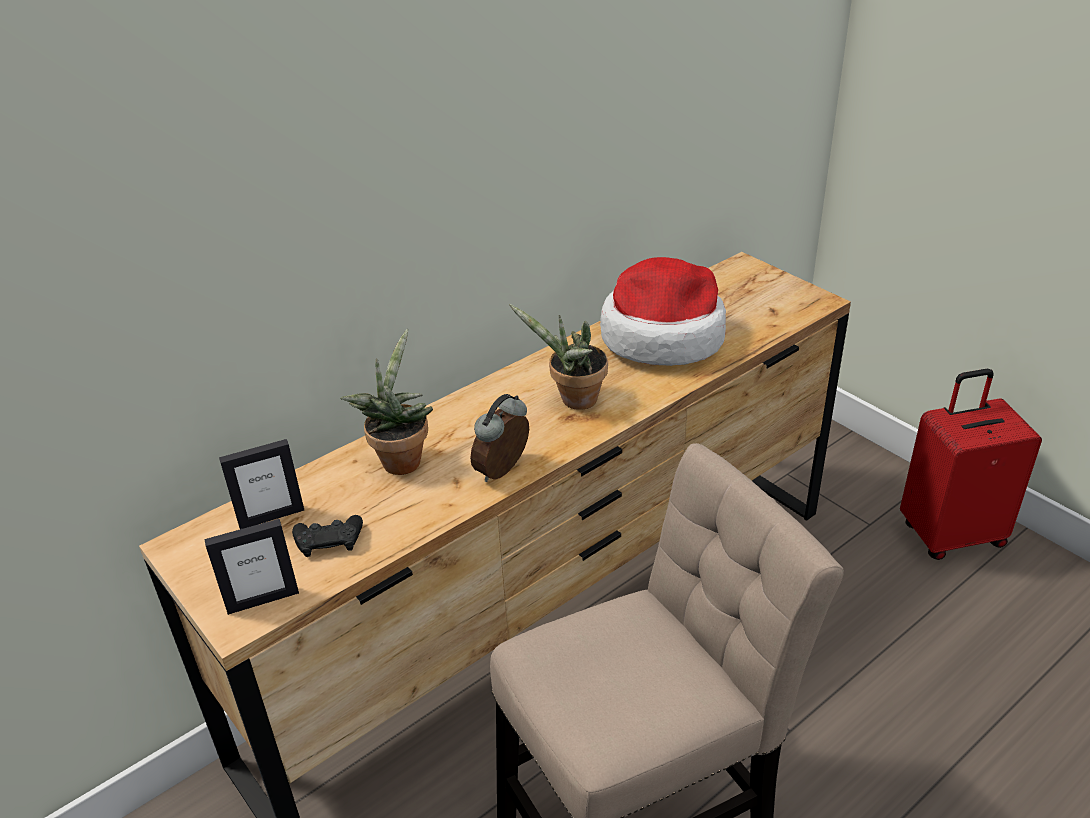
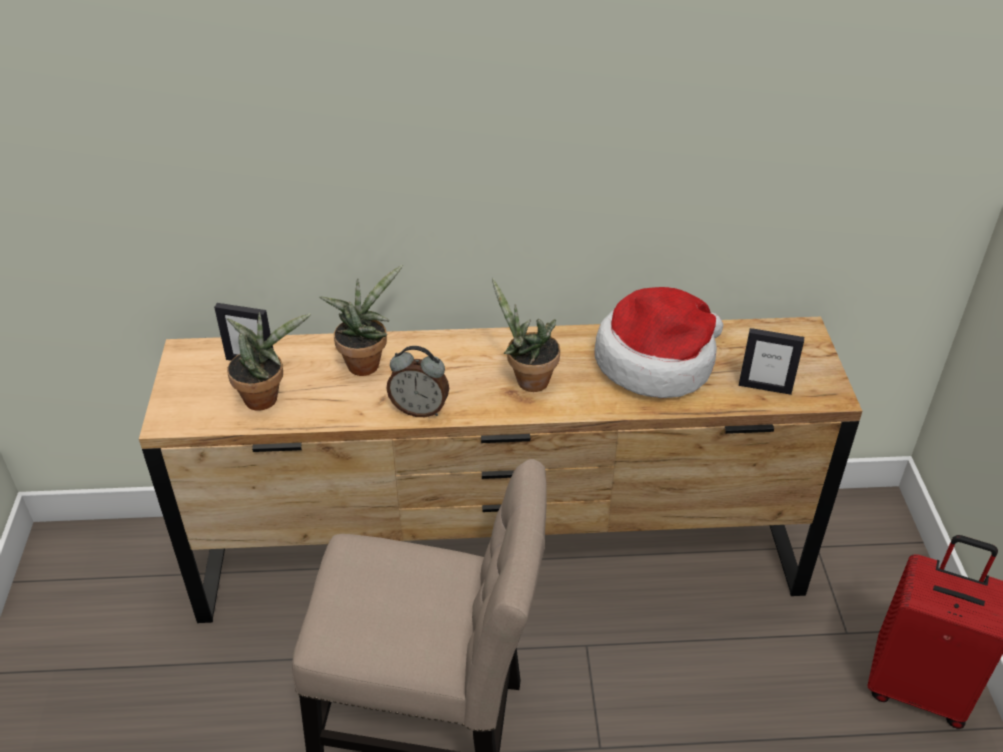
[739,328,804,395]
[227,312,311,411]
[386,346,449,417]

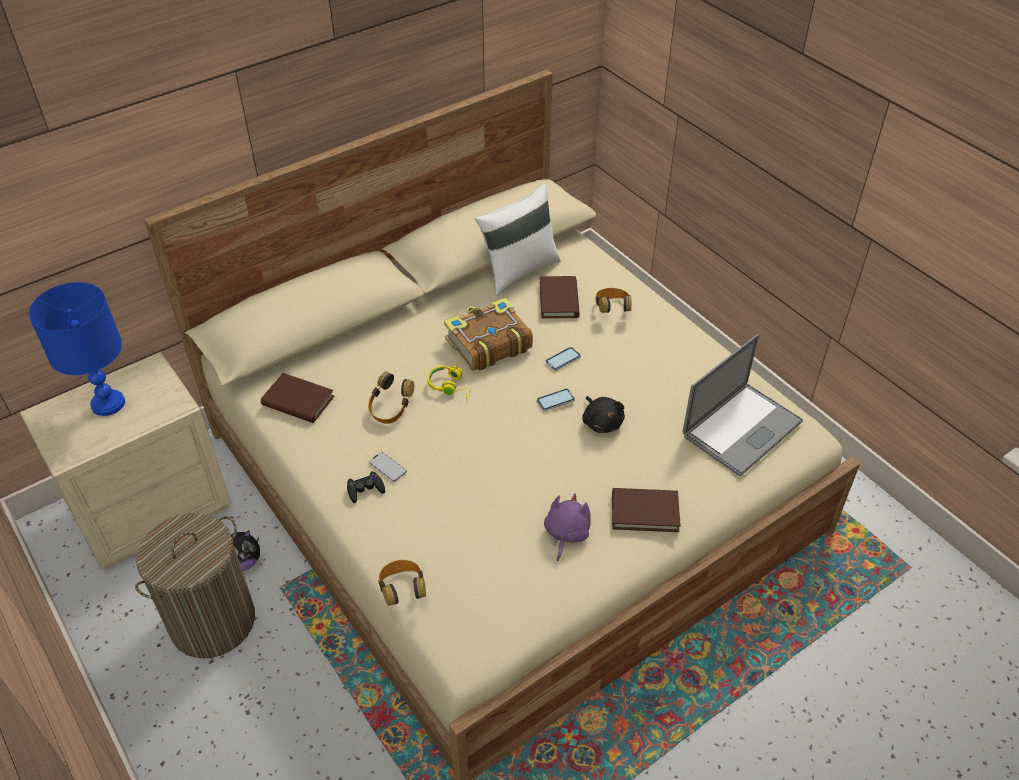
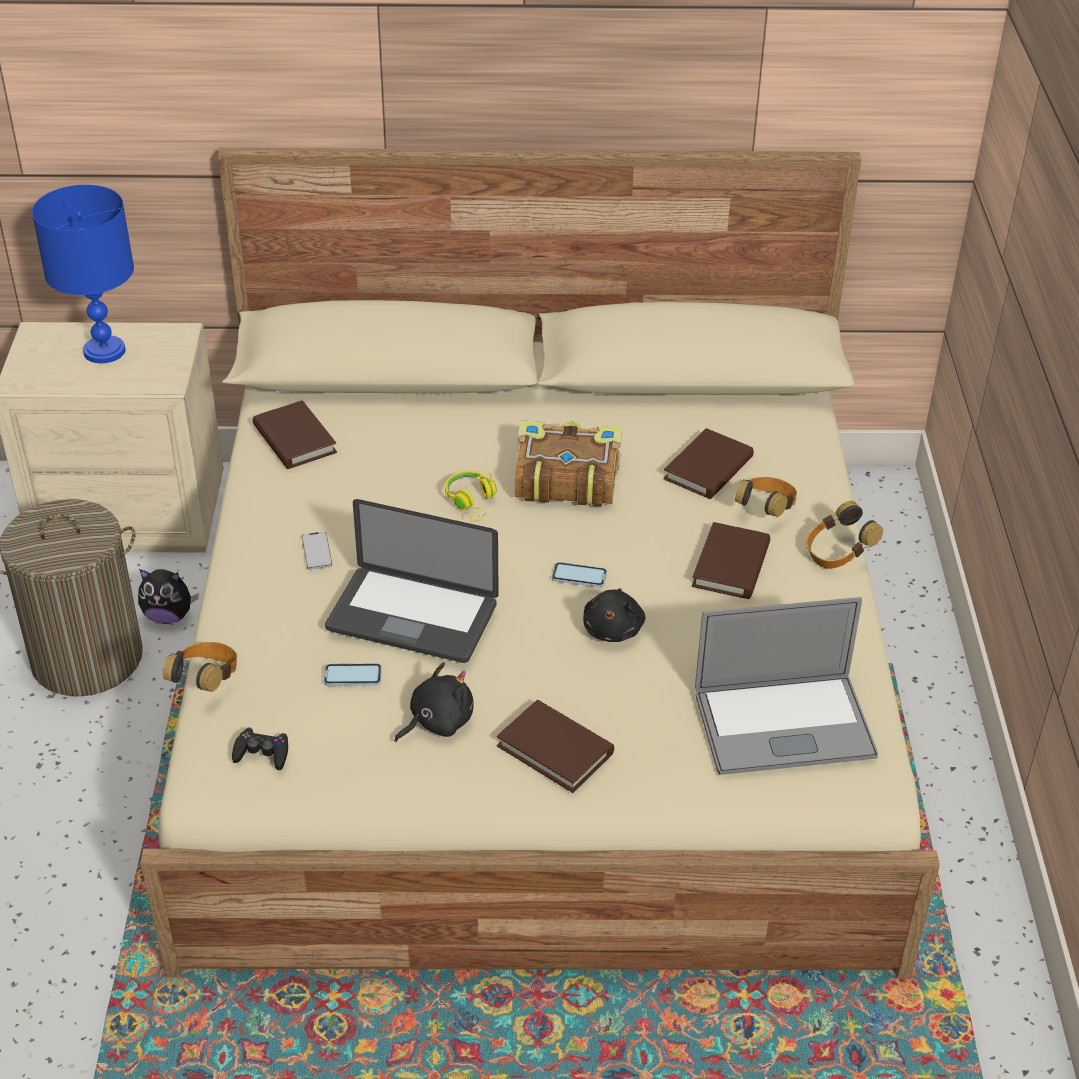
[475,183,561,296] (first image)
[325,499,499,663]
[692,522,770,599]
[232,727,288,770]
[806,501,883,569]
[324,663,382,686]
[394,662,474,742]

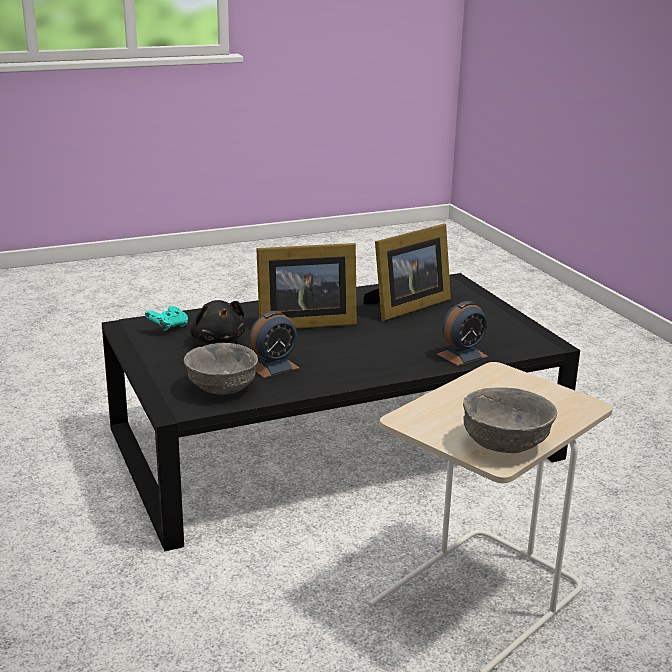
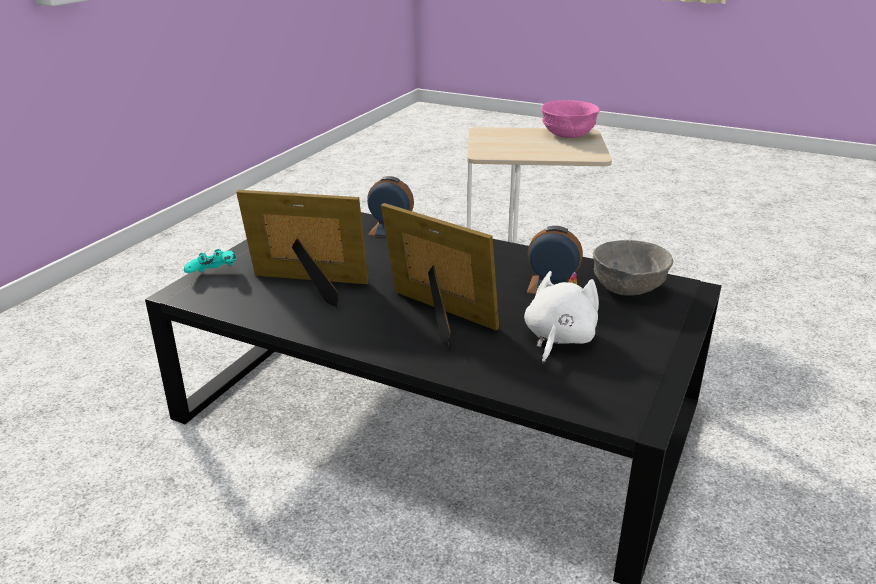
[184,249,236,273]
[524,271,599,364]
[541,100,600,138]

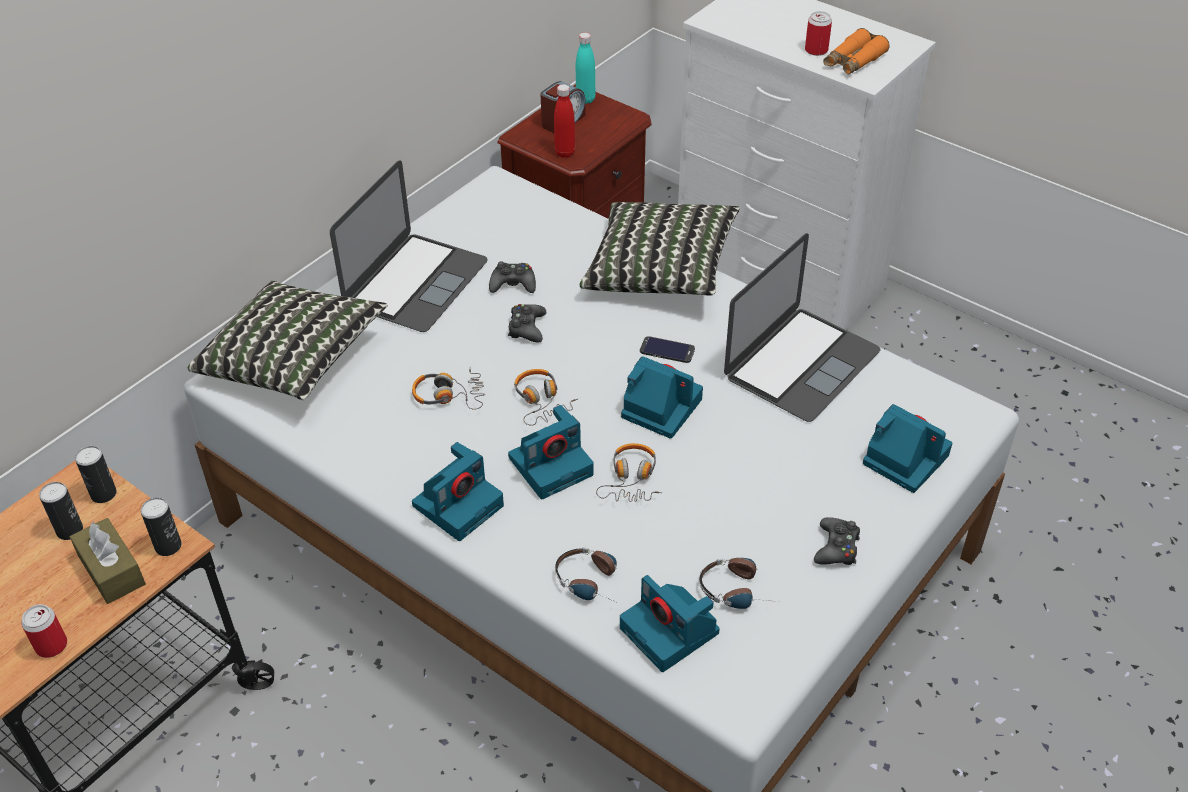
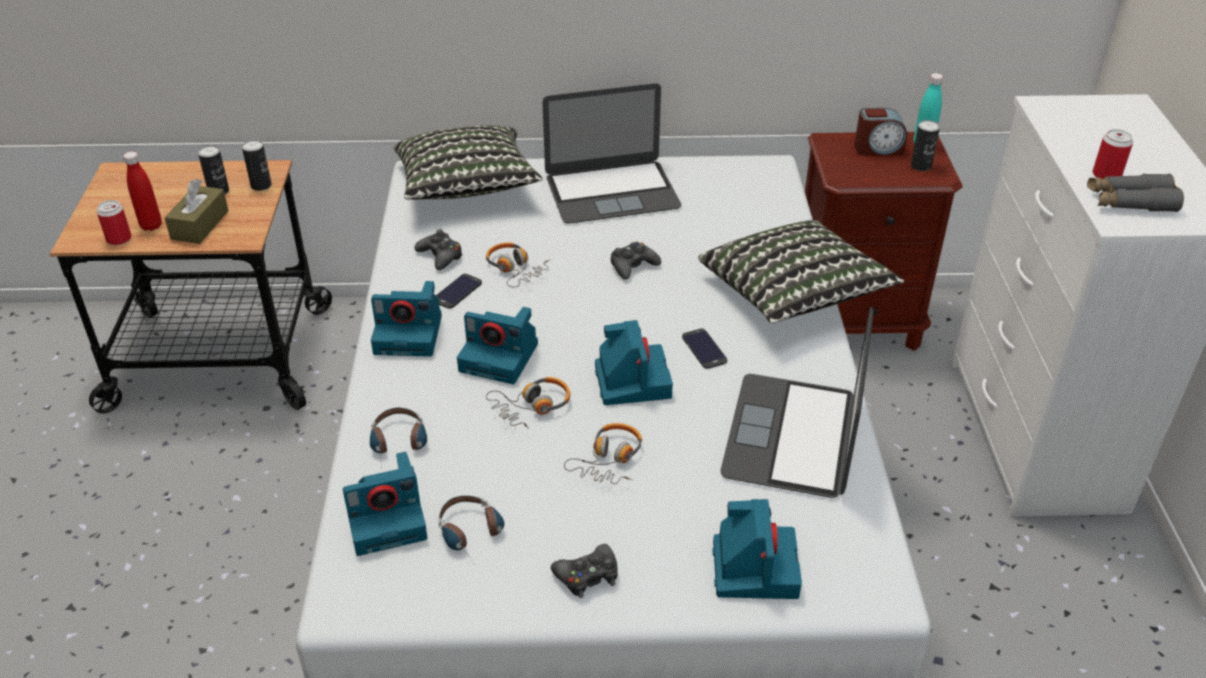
[436,274,482,309]
[911,120,940,171]
[414,229,462,270]
[564,423,642,484]
[123,152,162,231]
[1087,174,1184,212]
[343,452,427,556]
[720,308,873,498]

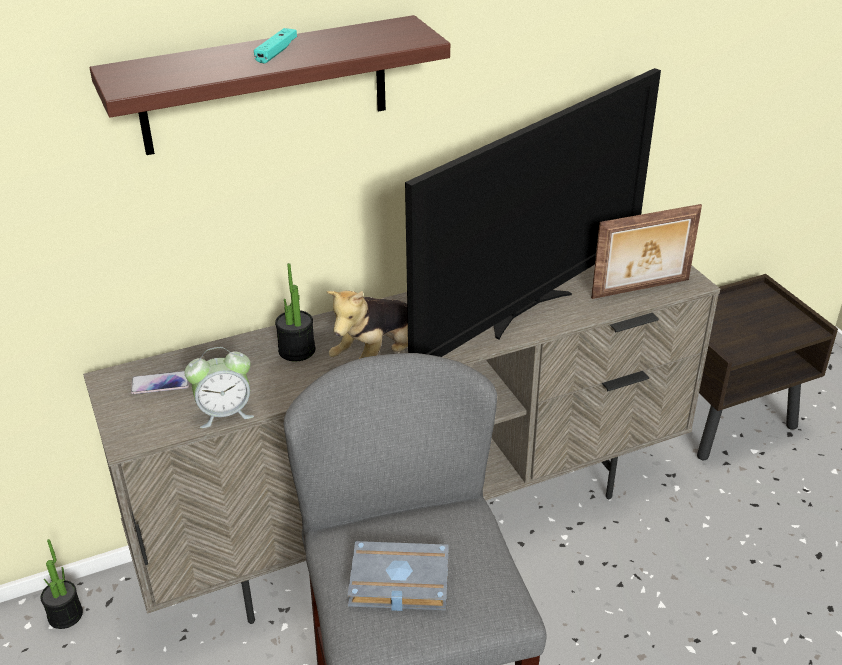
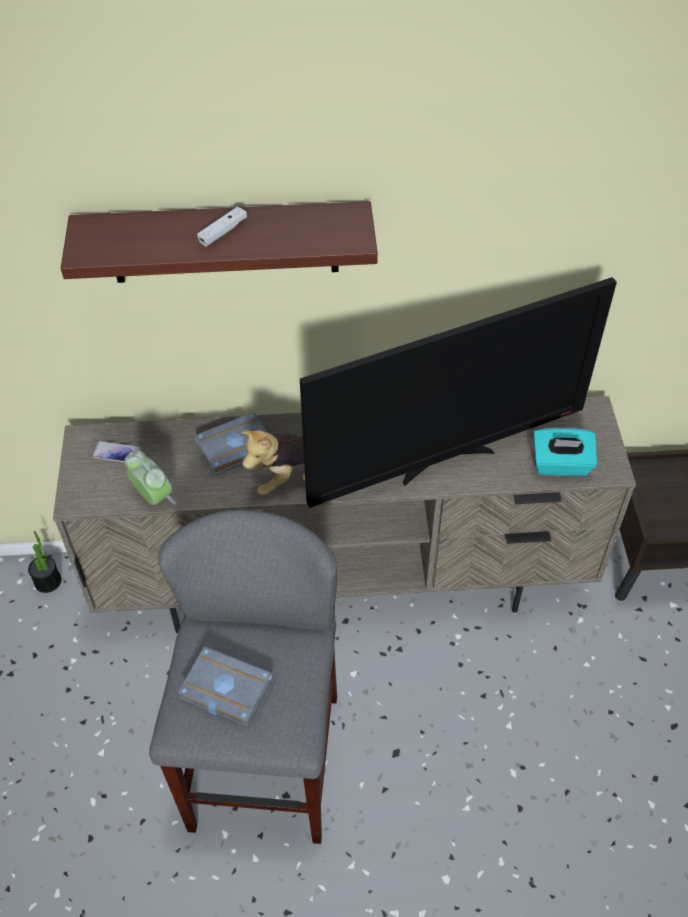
[194,412,267,475]
[533,428,597,476]
[197,206,247,247]
[125,450,177,505]

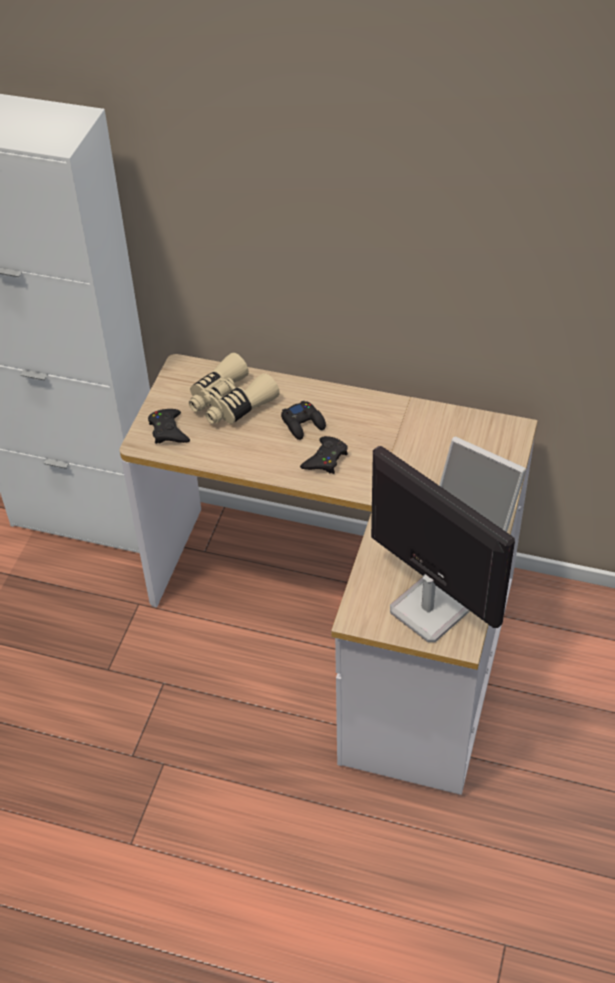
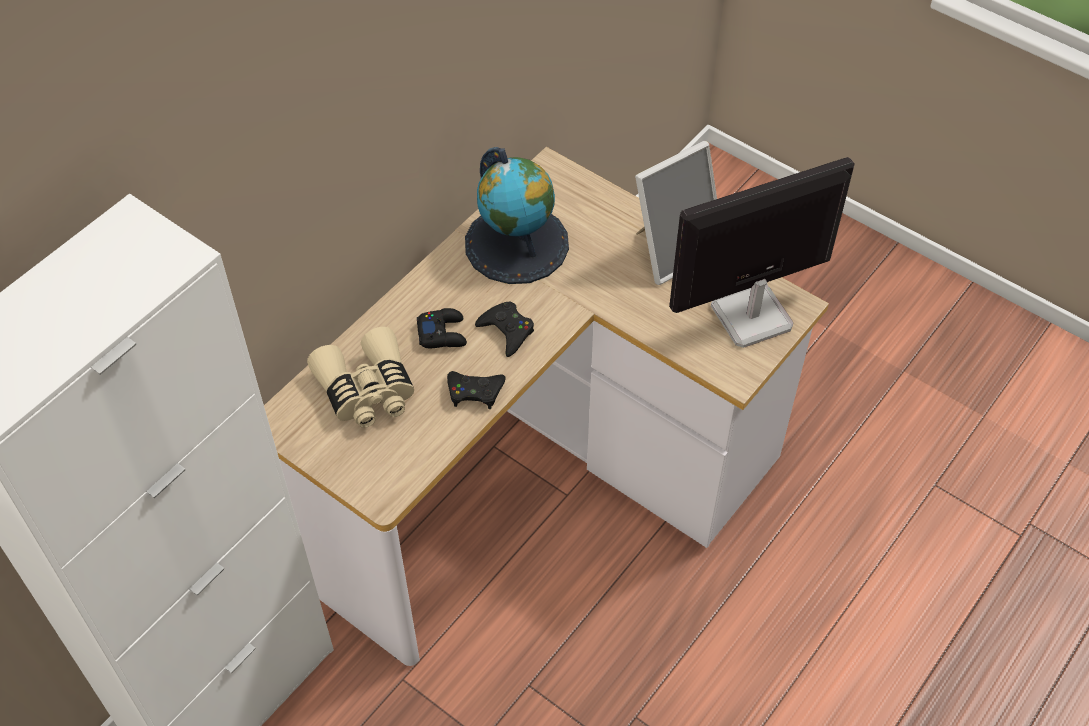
[465,147,569,284]
[447,371,505,409]

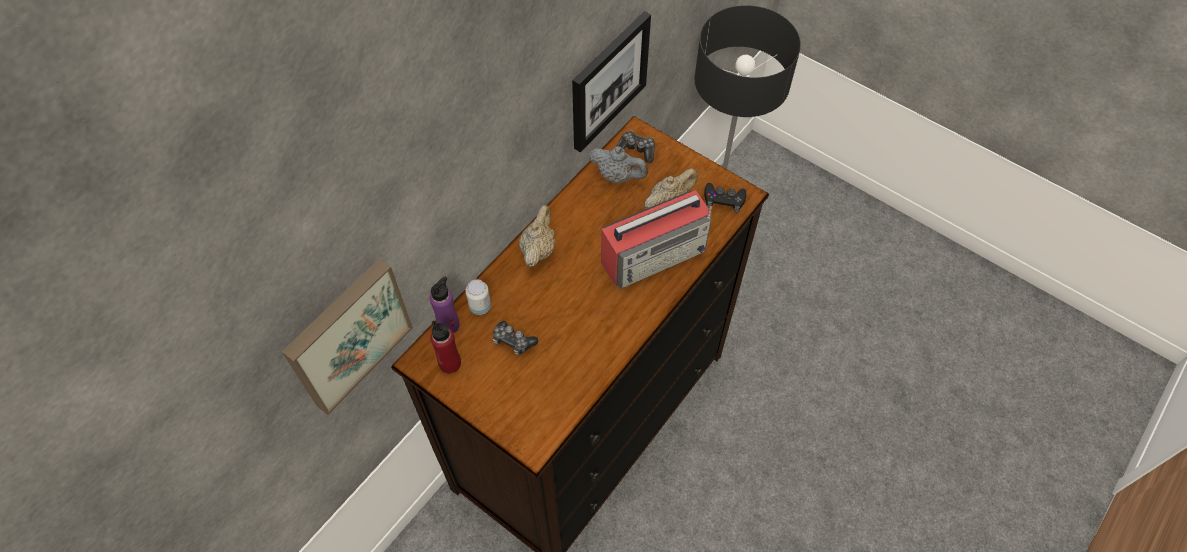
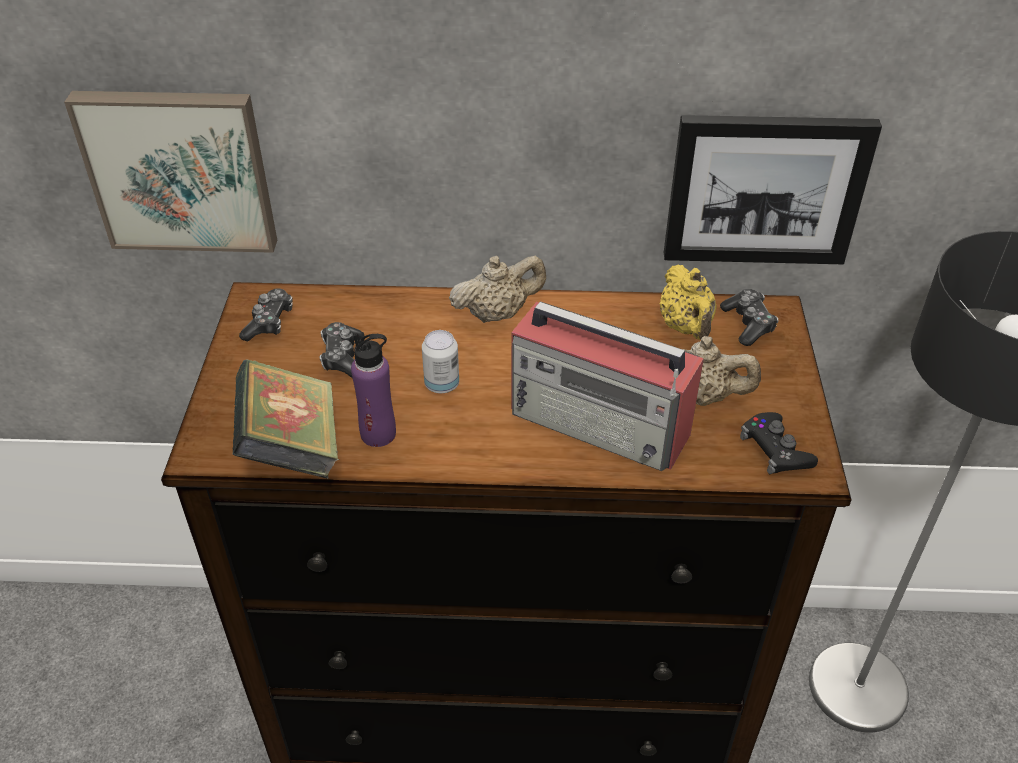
[233,359,339,479]
[351,333,396,447]
[422,330,459,393]
[239,288,293,341]
[660,264,717,340]

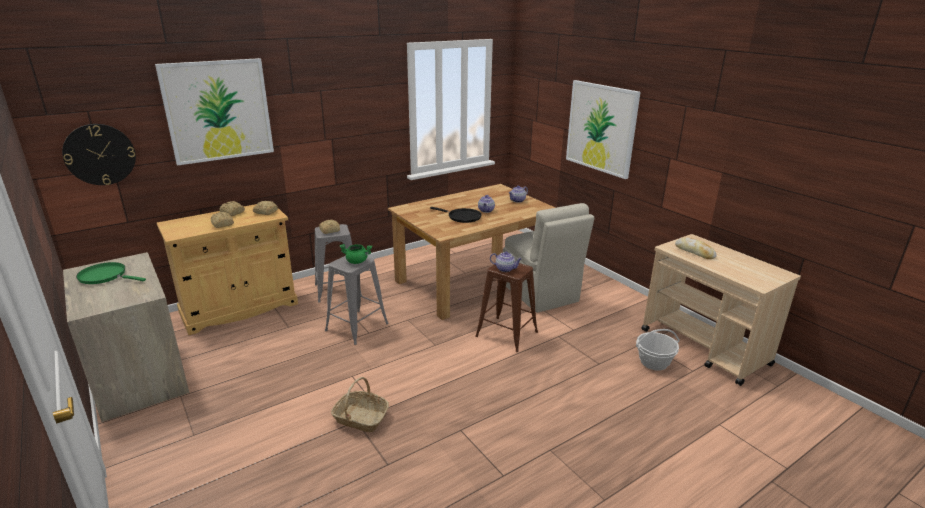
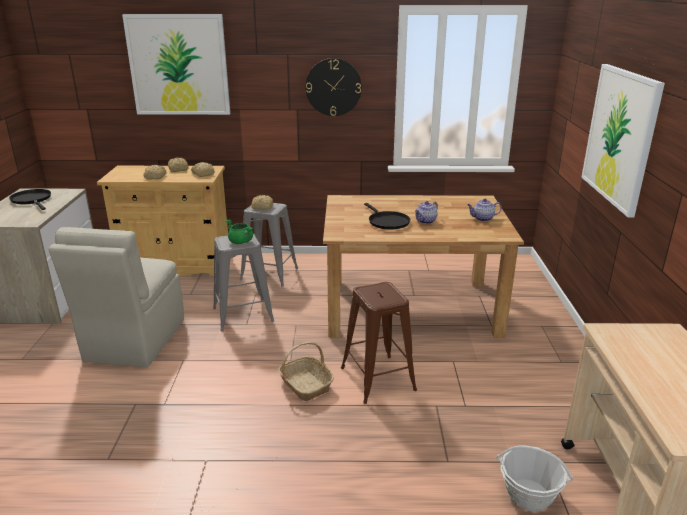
[490,252,522,272] (first image)
[675,237,717,259] (first image)
[306,58,362,116]
[278,342,334,401]
[49,227,184,367]
[9,189,51,210]

